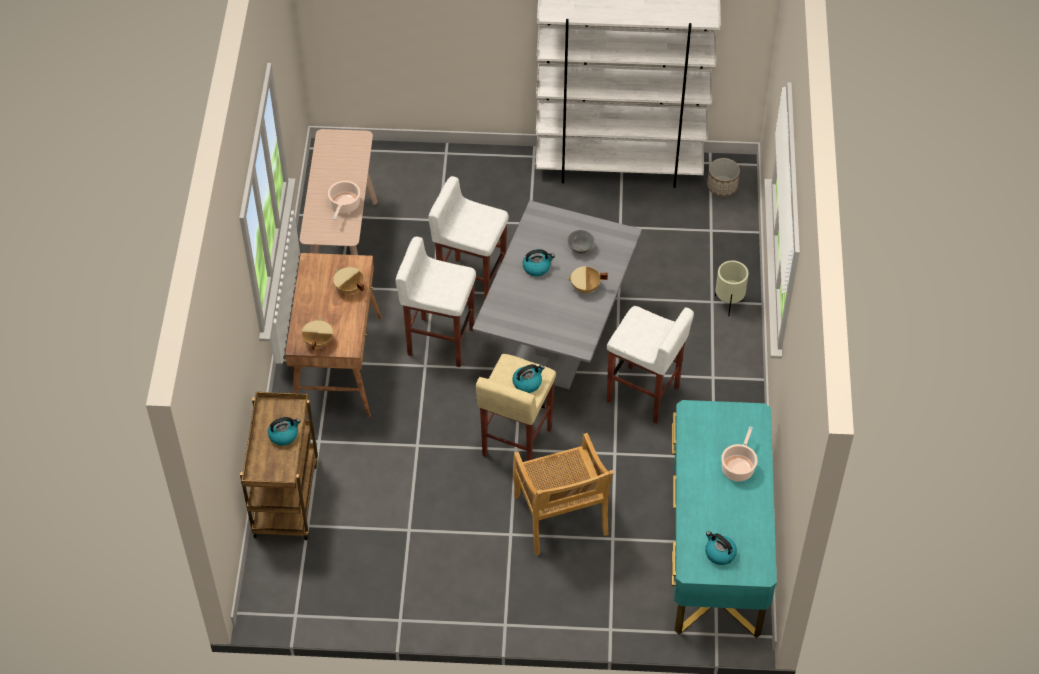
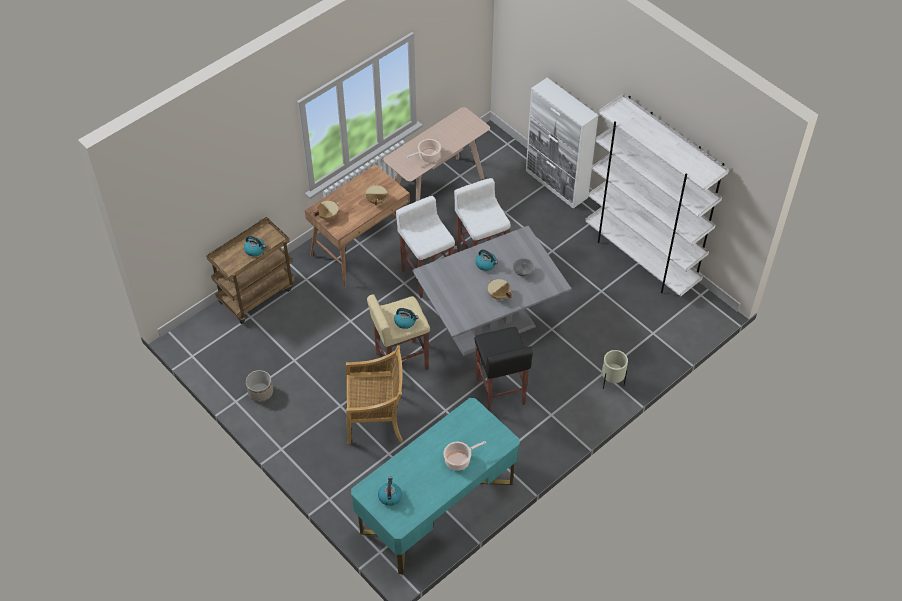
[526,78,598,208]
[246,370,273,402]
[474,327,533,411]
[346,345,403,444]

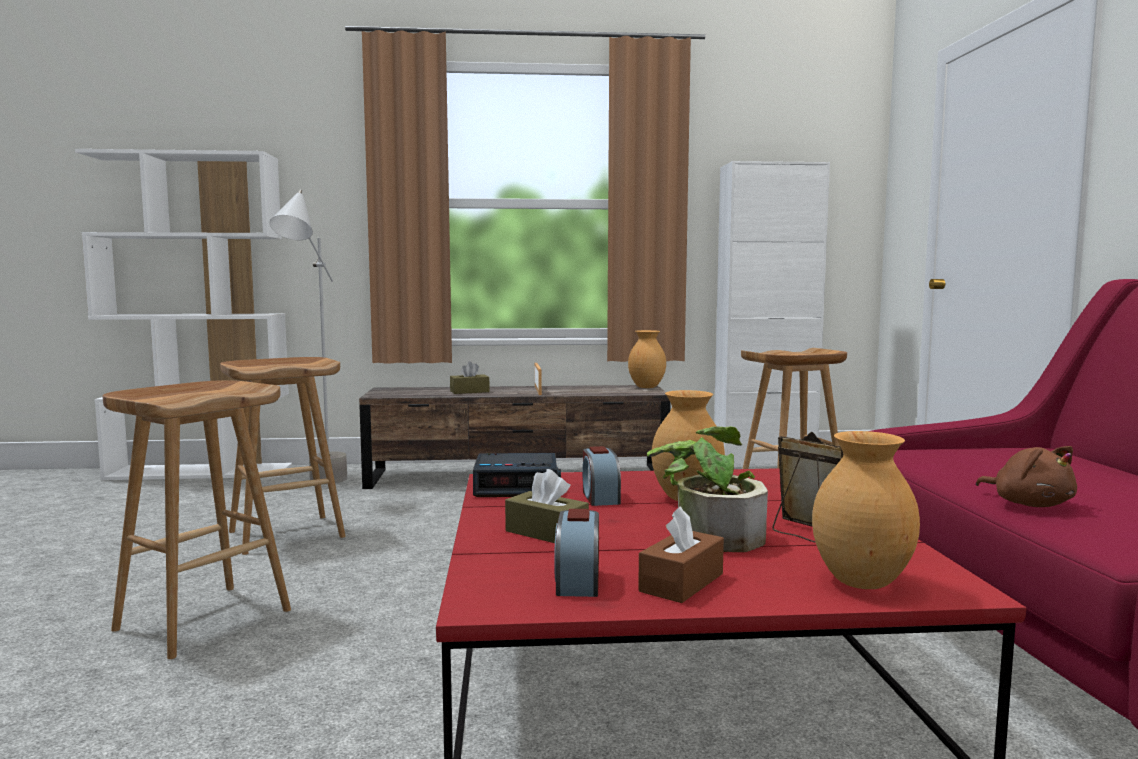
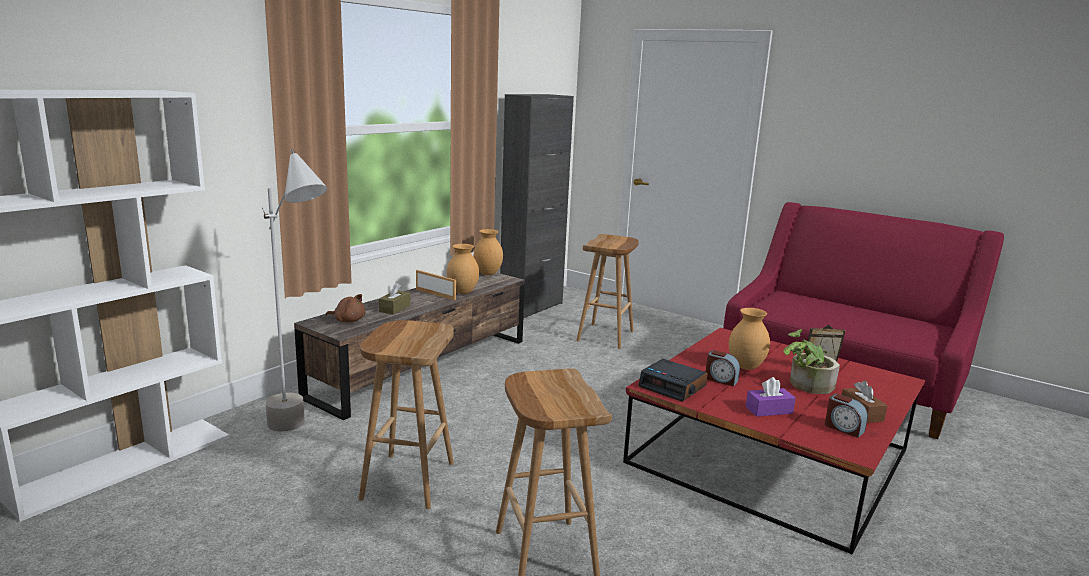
[447,244,479,294]
[326,294,365,322]
[745,377,796,417]
[500,94,574,319]
[638,359,708,402]

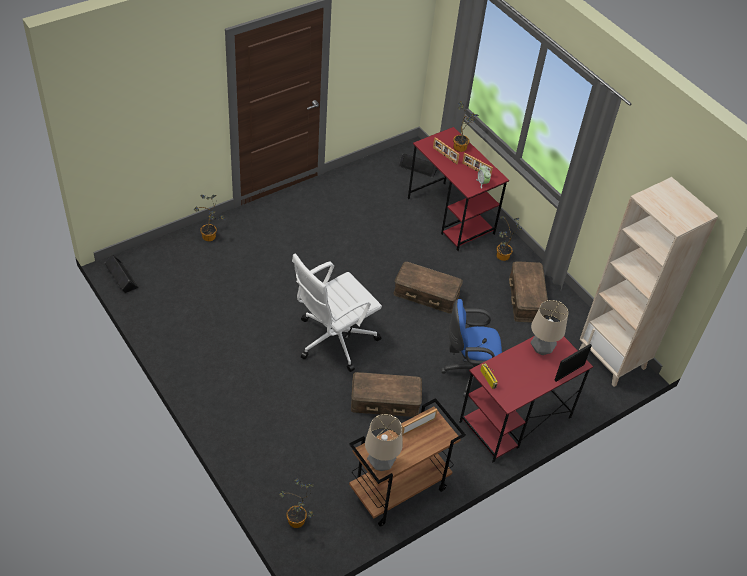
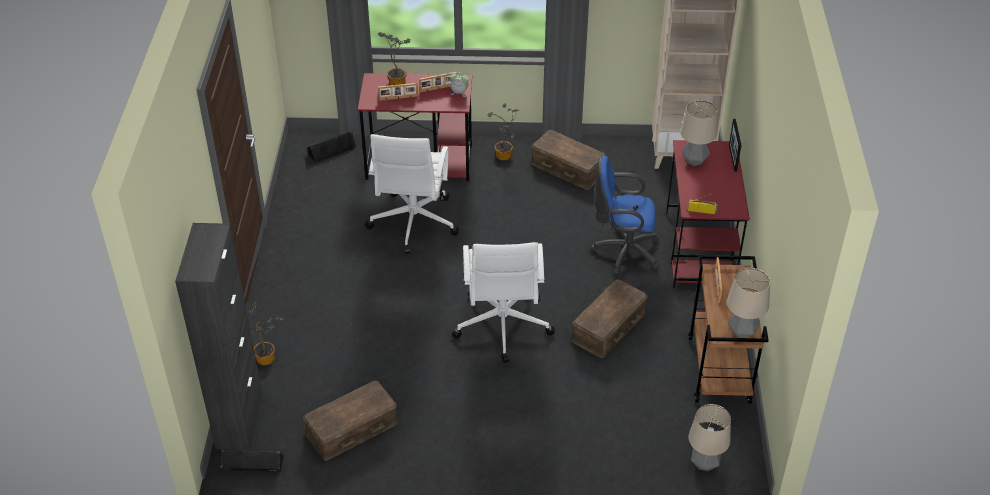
[175,223,262,450]
[365,134,459,254]
[303,381,398,461]
[688,404,731,471]
[591,156,660,275]

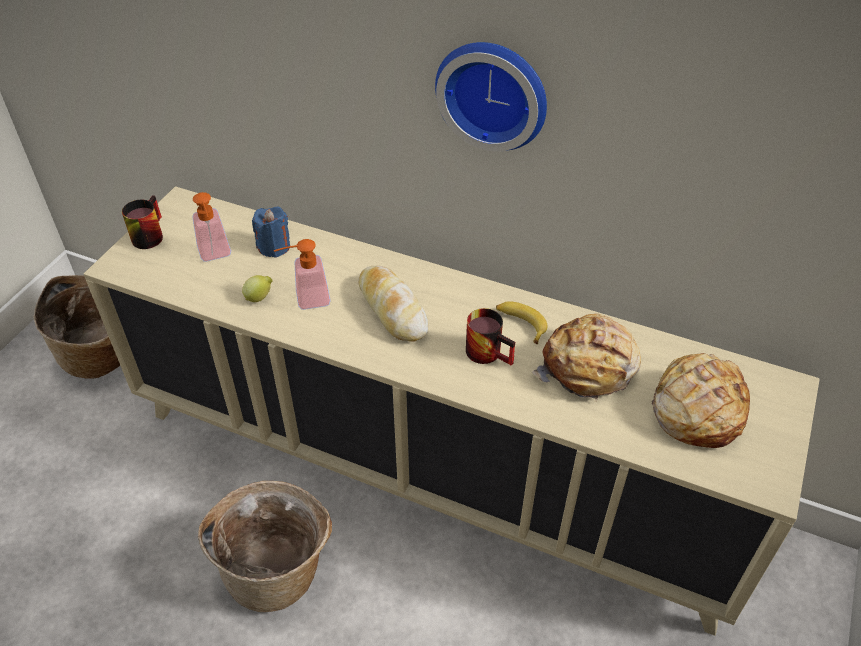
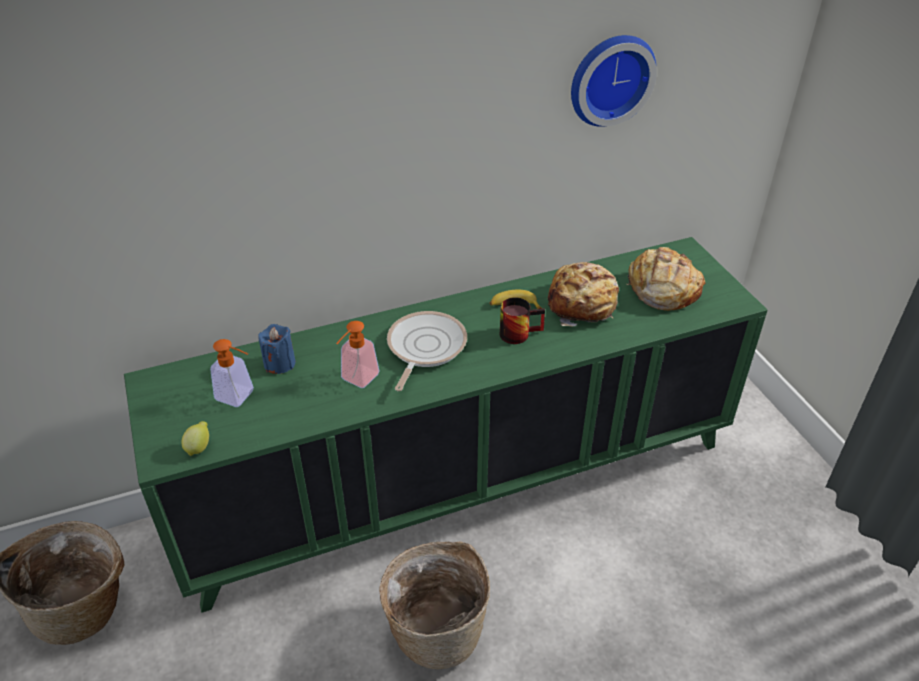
[122,195,163,249] (first image)
[181,421,209,456]
[571,35,657,127]
[387,311,467,391]
[124,237,768,613]

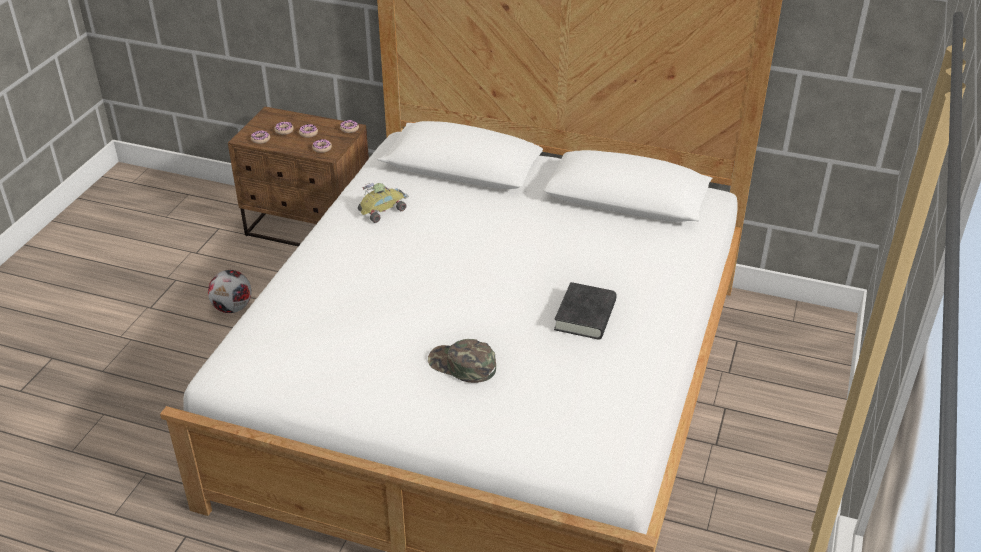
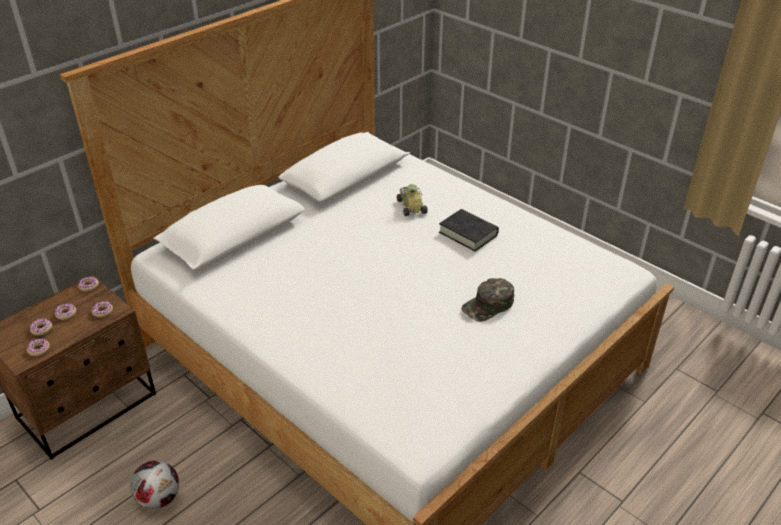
[397,184,428,216]

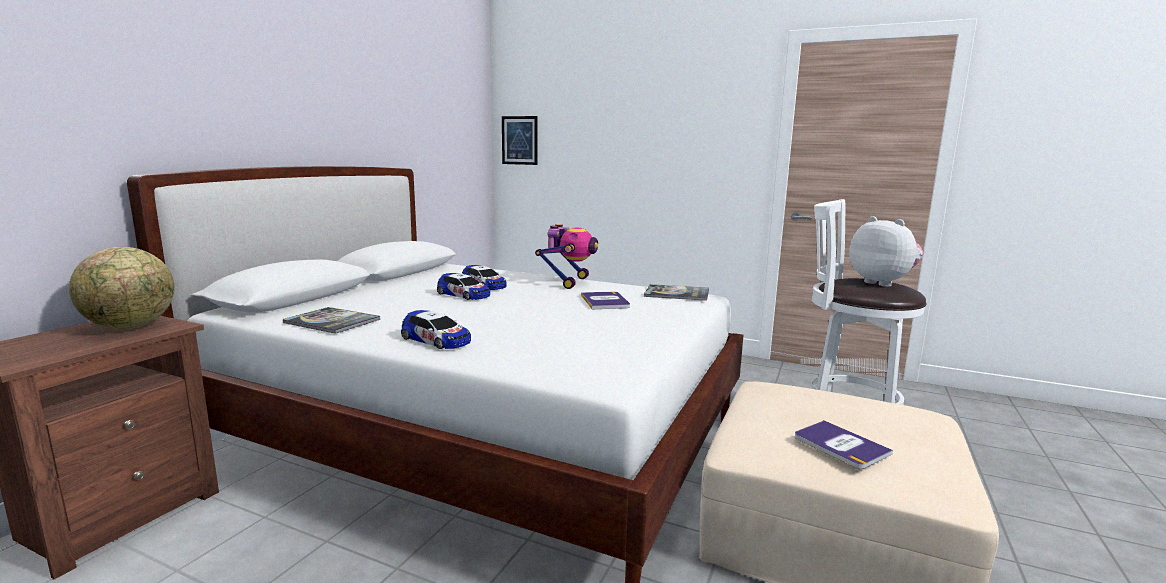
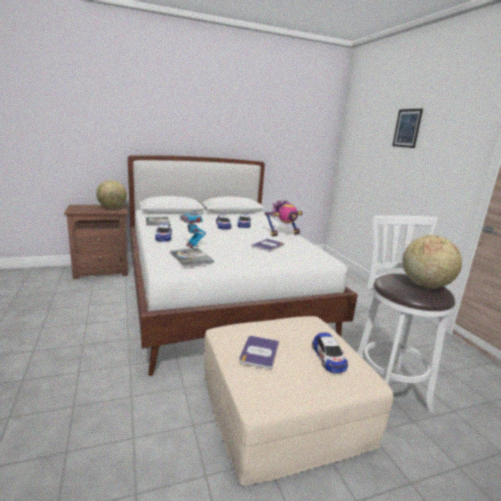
[180,207,206,248]
[312,332,348,373]
[392,109,423,148]
[170,248,214,266]
[403,235,462,288]

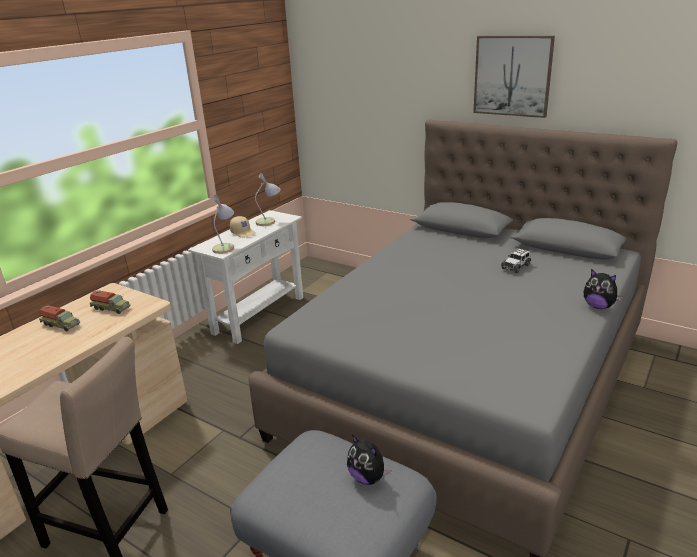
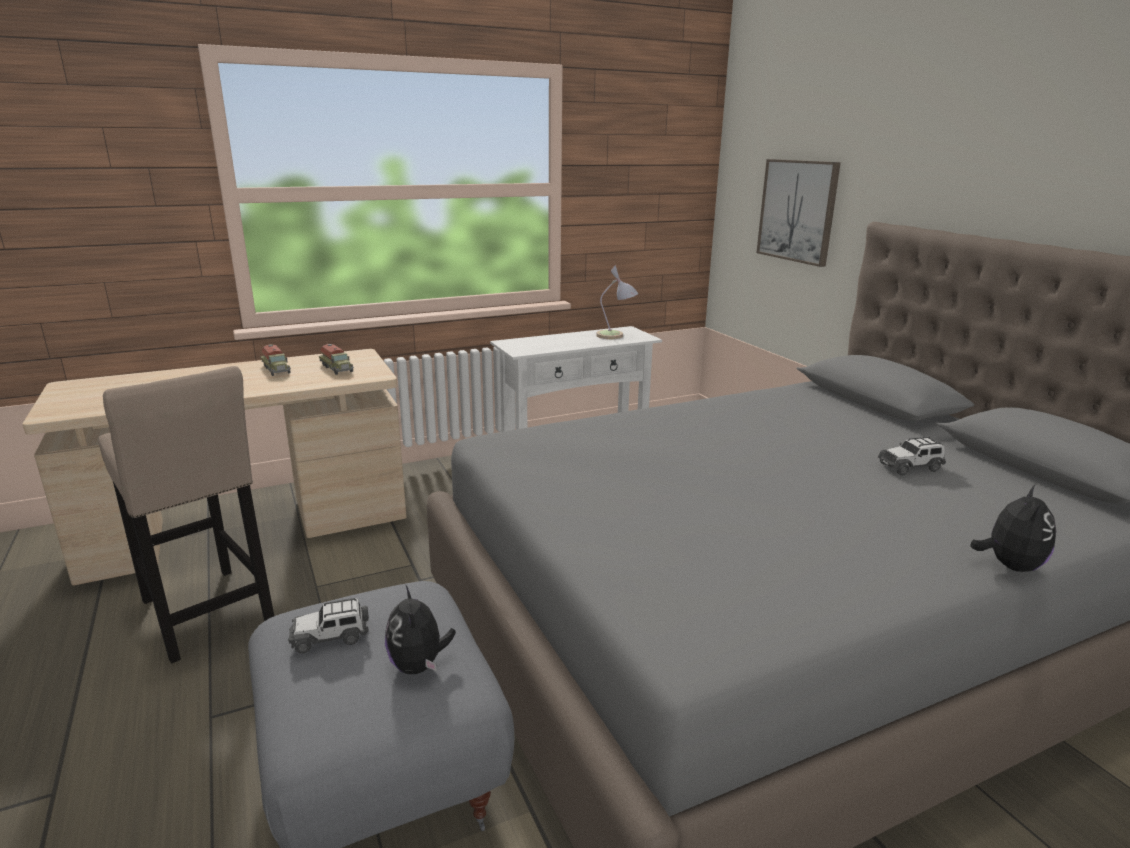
[212,194,234,254] (first image)
[230,216,256,238] (first image)
[288,598,369,654]
[756,159,841,267]
[970,485,1056,572]

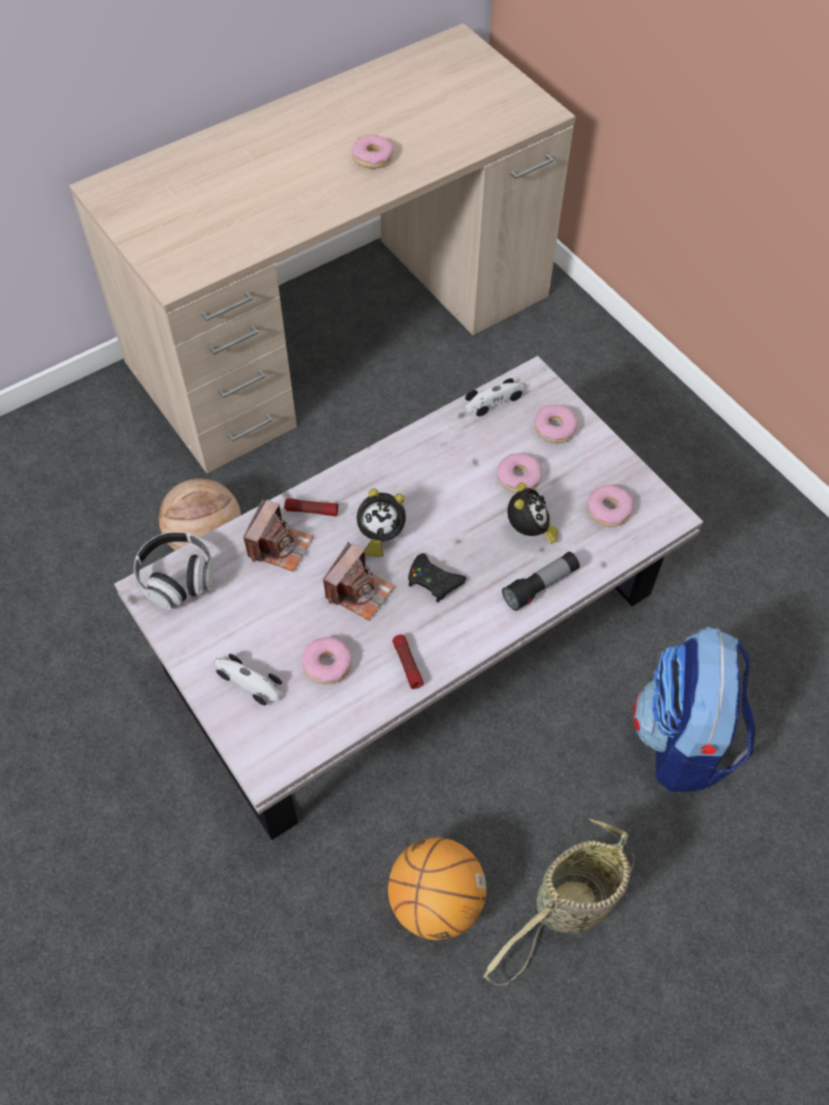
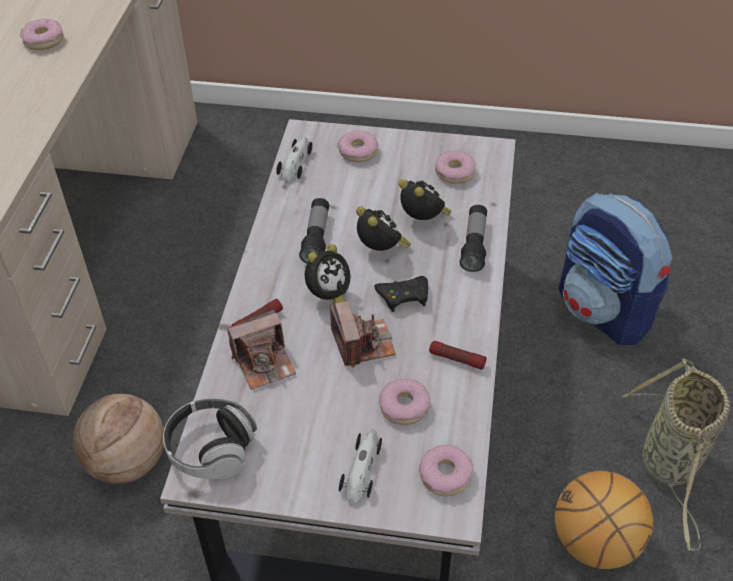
[299,198,329,263]
[356,207,411,251]
[419,445,473,496]
[339,429,382,502]
[227,310,296,390]

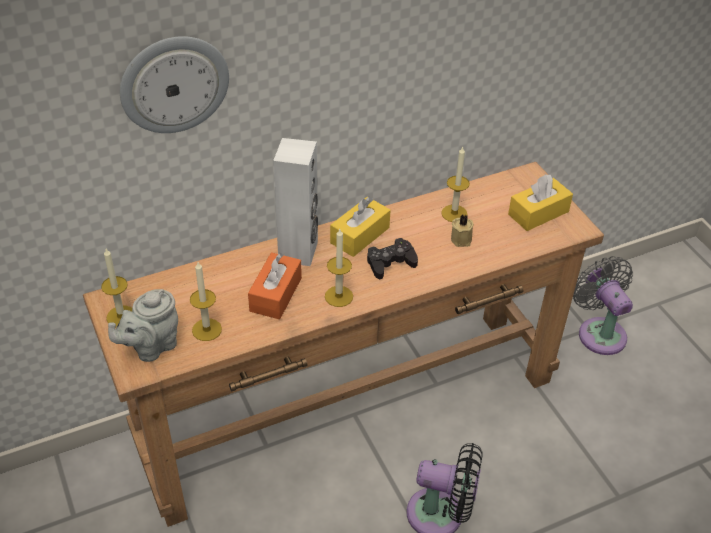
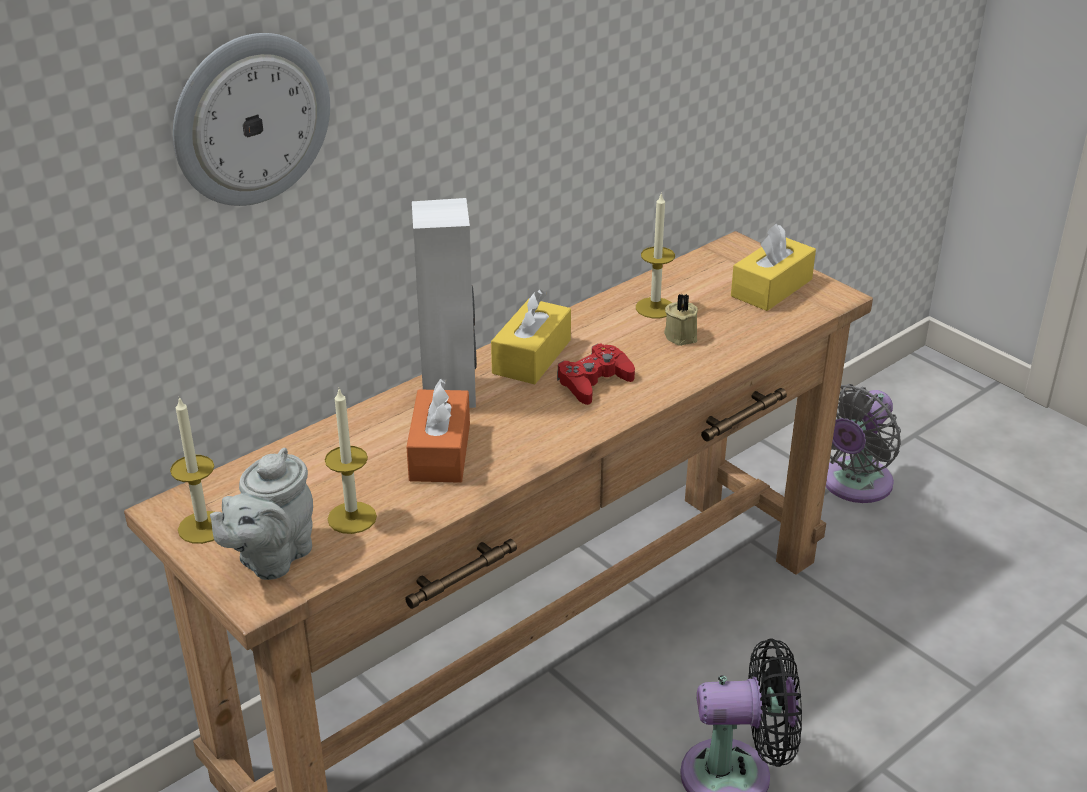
[325,229,353,307] (first image)
[557,343,635,405]
[826,384,901,503]

